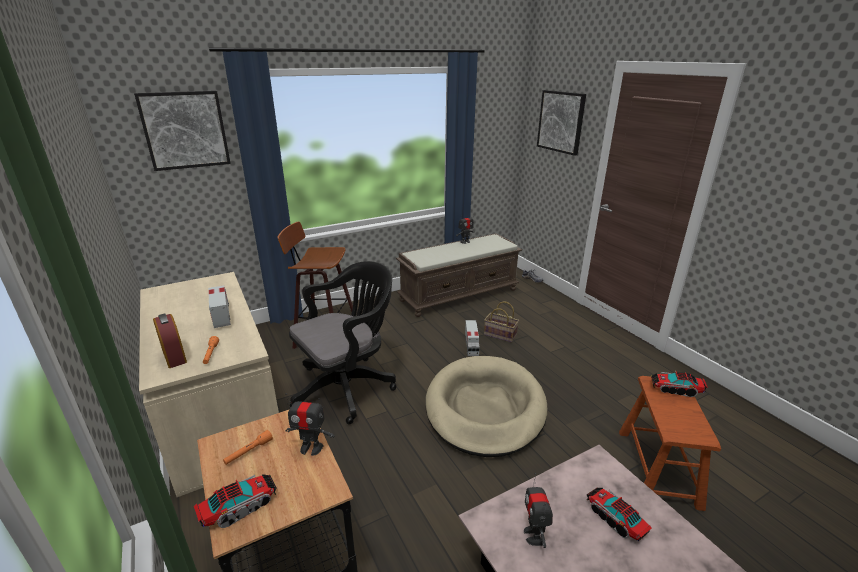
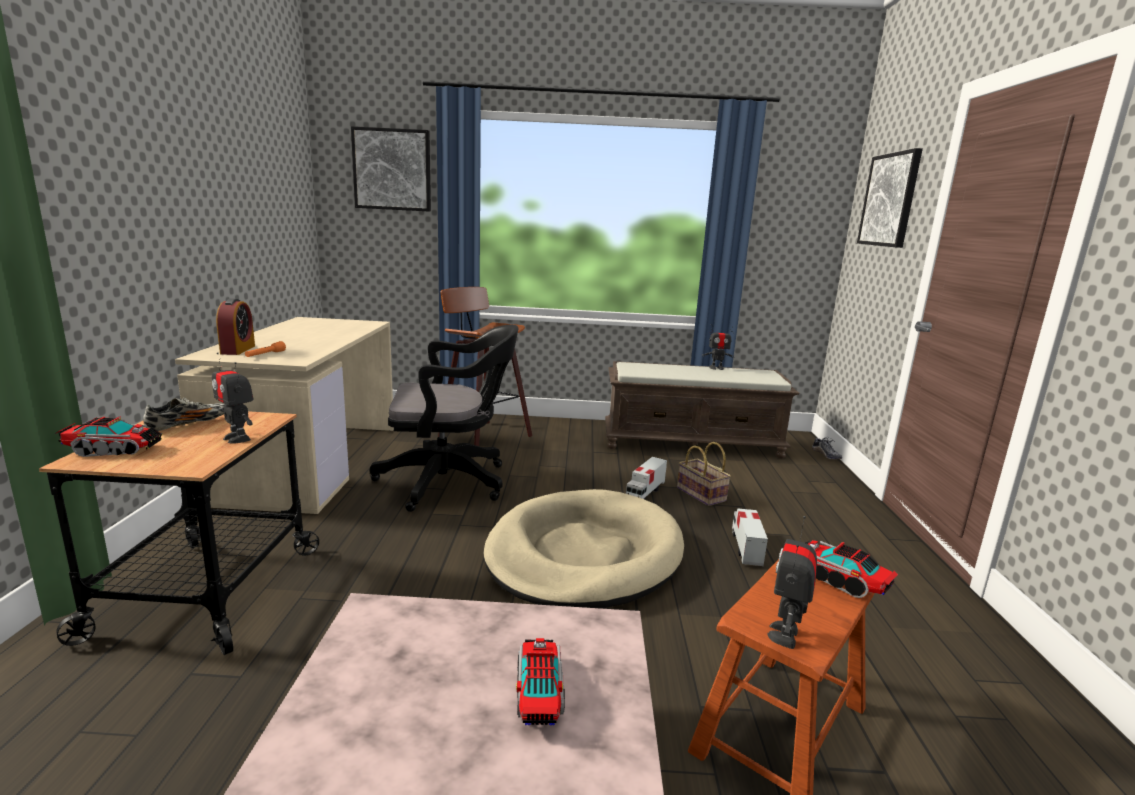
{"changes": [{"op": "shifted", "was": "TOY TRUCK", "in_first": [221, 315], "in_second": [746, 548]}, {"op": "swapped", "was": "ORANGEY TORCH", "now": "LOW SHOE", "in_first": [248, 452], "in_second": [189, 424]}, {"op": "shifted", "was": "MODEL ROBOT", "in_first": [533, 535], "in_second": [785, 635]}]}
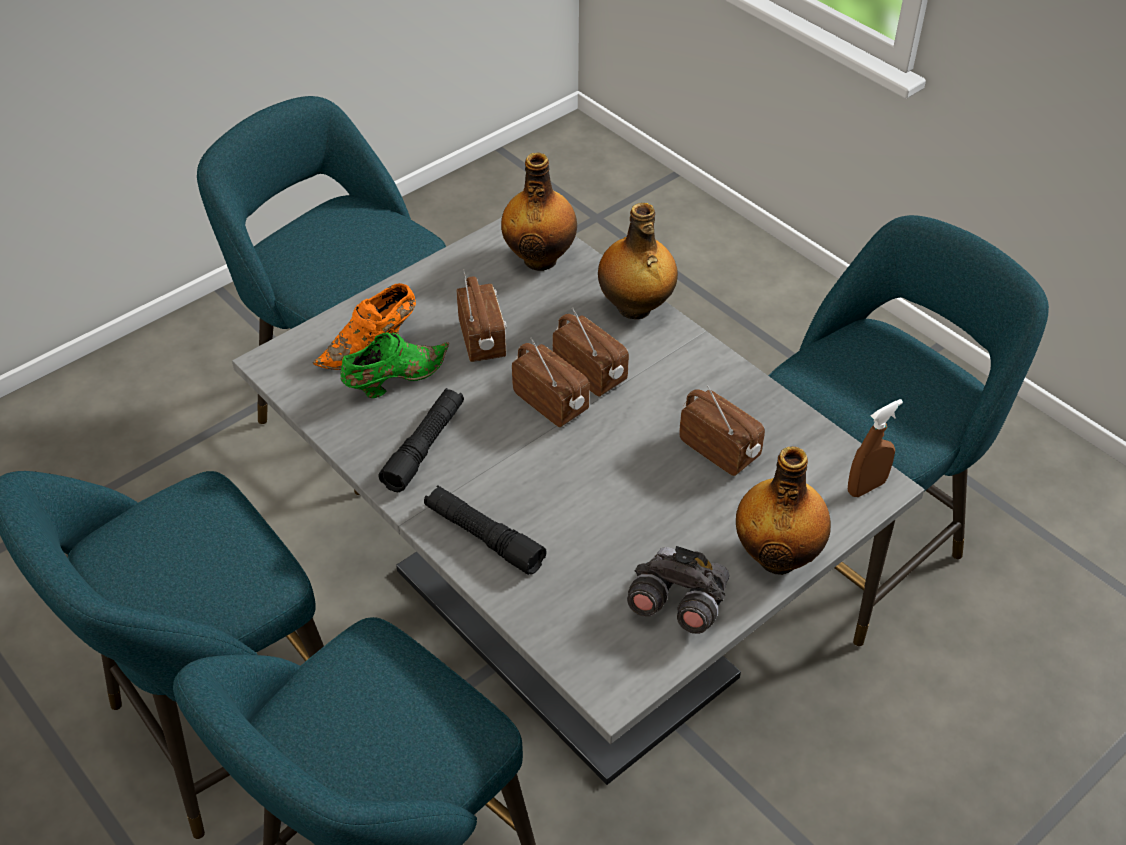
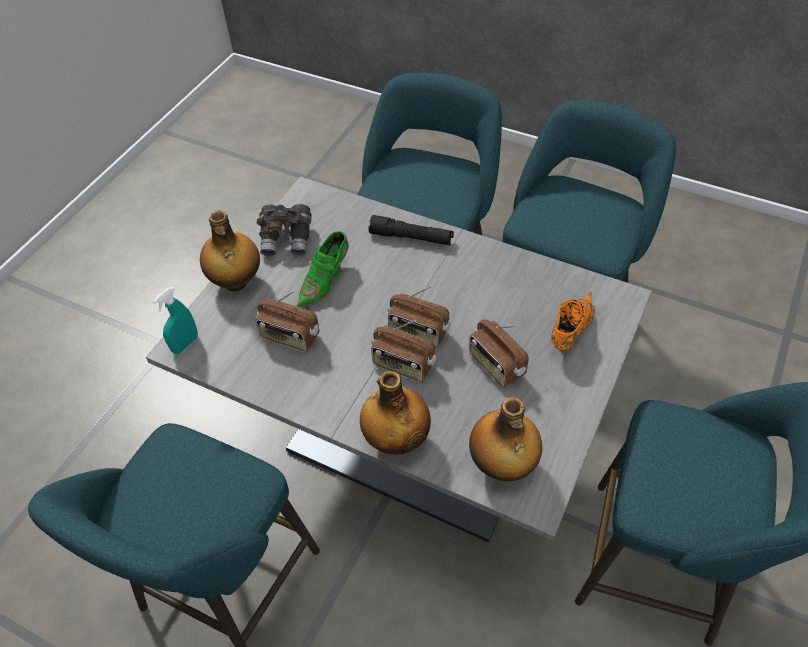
{"changes": [{"op": "shifted", "was": "GREEN LOW SHOE", "in_first": [394, 381], "in_second": [326, 281]}, {"op": "gone", "was": "BLACKISH TORCH", "in_first": [424, 447]}, {"op": "repainted", "was": "BROWNISH SPRAYER", "now": "TURQUOISE SPRAYER", "in_first": [866, 487], "in_second": [185, 344]}]}
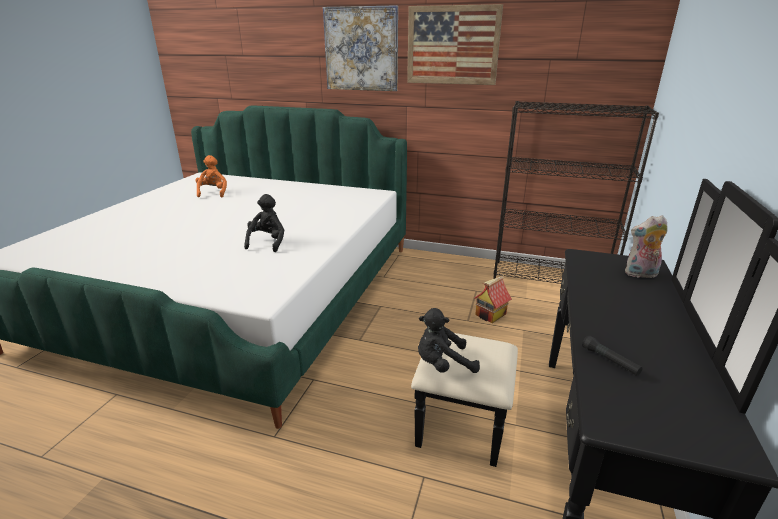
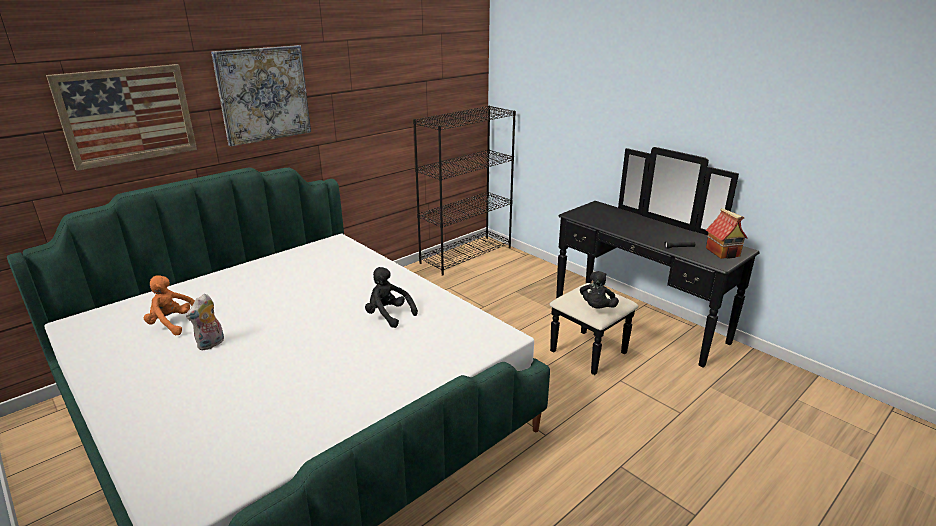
{"changes": [{"op": "shifted", "was": "WALL ART", "in_first": [452, 45], "in_second": [127, 115]}, {"op": "shifted", "was": "CUDDLY TOY", "in_first": [640, 274], "in_second": [211, 344]}, {"op": "shifted", "was": "MINIATURE HOUSE", "in_first": [490, 315], "in_second": [723, 252]}]}
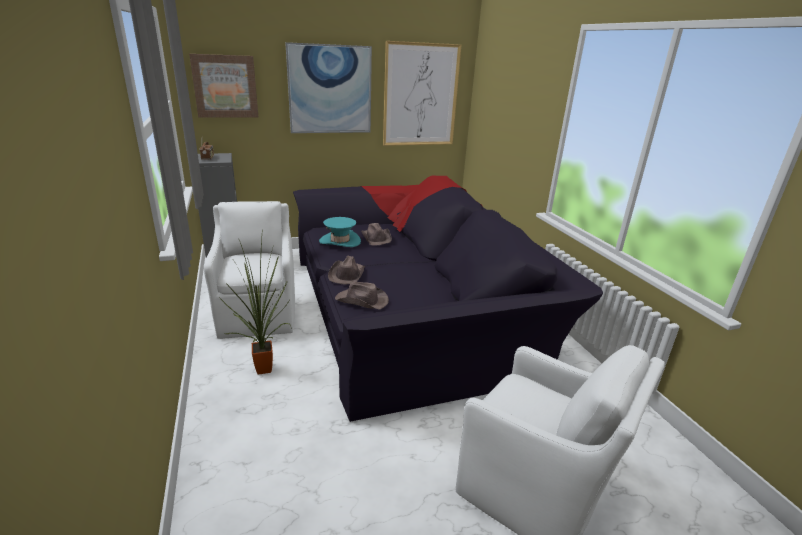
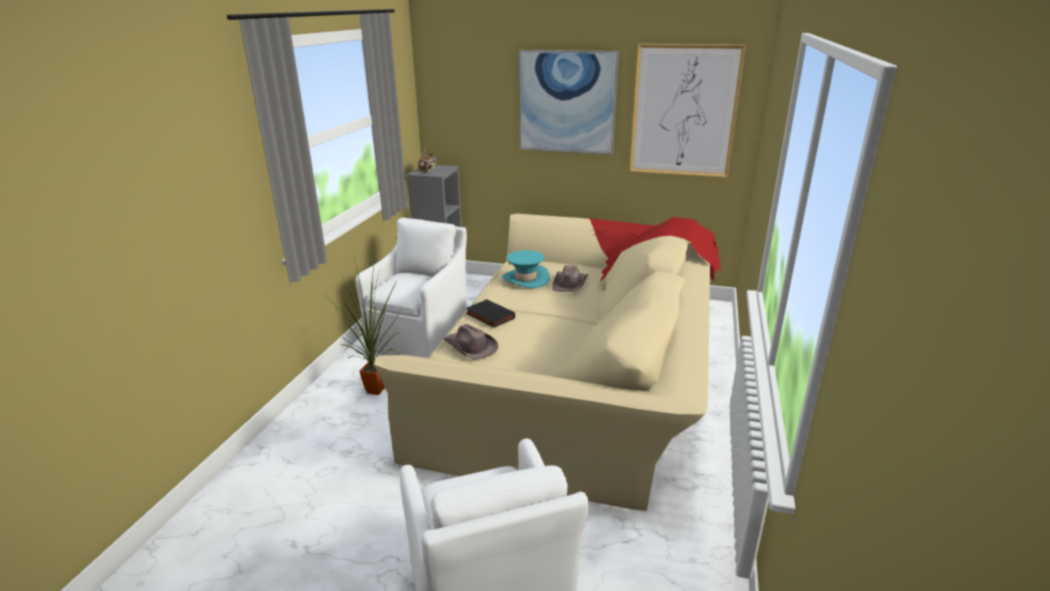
{"changes": [{"op": "gone", "was": "WALL ART", "in_first": [225, 86]}, {"op": "repainted", "was": "BLACKISH COUCH", "now": "SAND-COLOURED COUCH", "in_first": [412, 304], "in_second": [579, 371]}, {"op": "swapped", "was": "BROWNISH HAT", "now": "BLACKISH BOUND BOOK", "in_first": [347, 274], "in_second": [489, 316]}]}
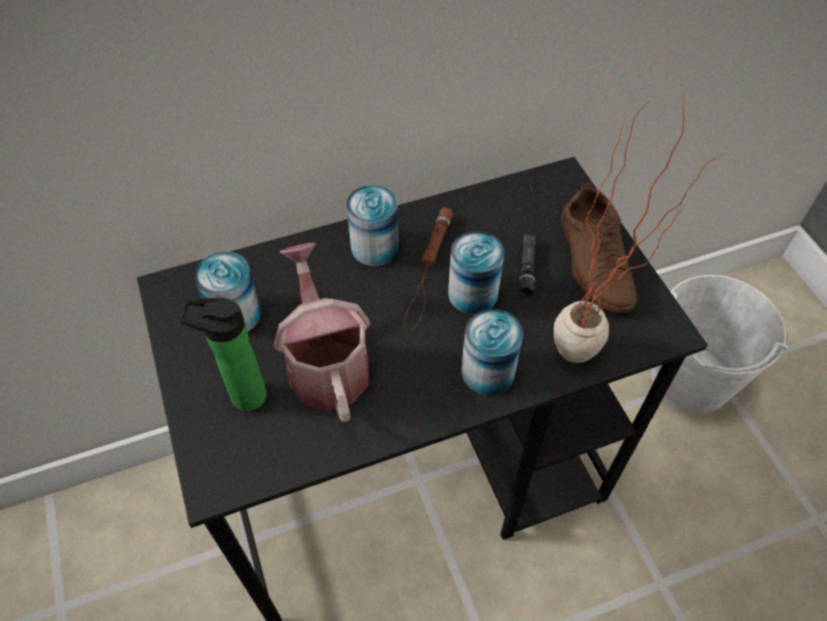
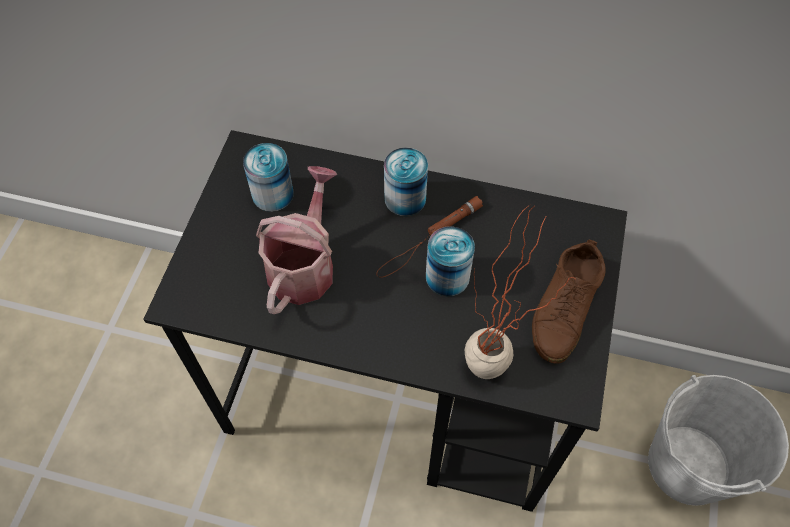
{"changes": [{"op": "gone", "was": "BLACKISH TORCH", "in_first": [526, 238]}, {"op": "gone", "was": "DRINK BOTTLE", "in_first": [243, 396]}, {"op": "gone", "was": "SEALED CAN", "in_first": [487, 372]}]}
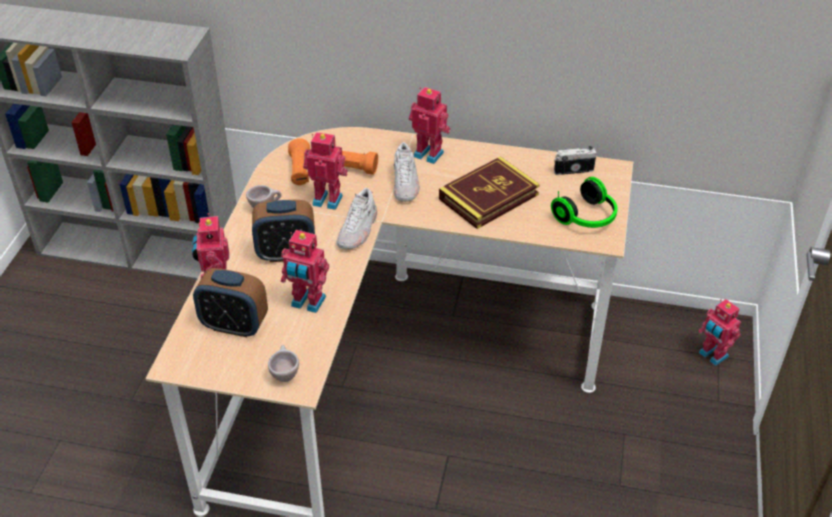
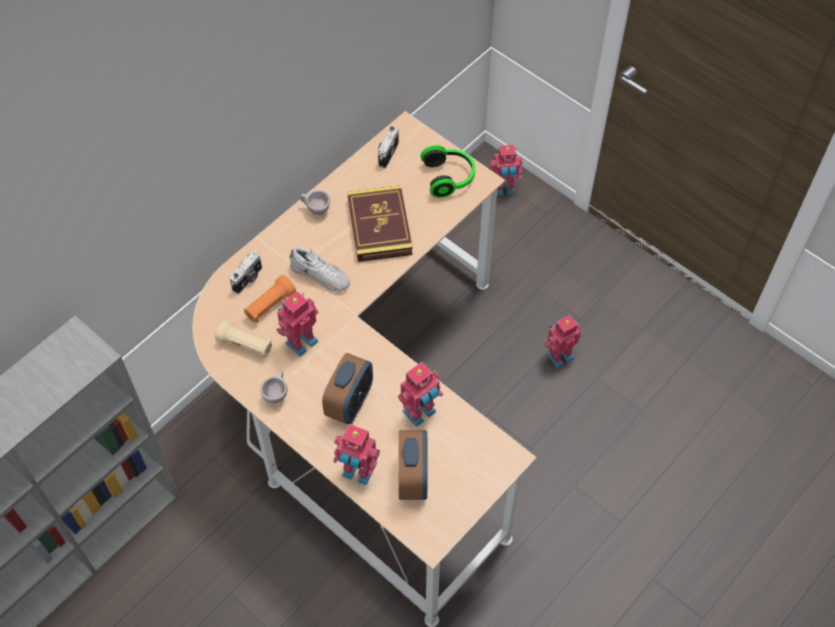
{"changes": [{"op": "shifted", "was": "MODEL ROBOT", "in_first": [429, 153], "in_second": [559, 355]}, {"op": "repainted", "was": "ORANGEY TORCH", "now": "SAND-COLOURED TORCH", "in_first": [300, 171], "in_second": [245, 345]}, {"op": "gone", "was": "WHITE-COLOURED LOW SHOE", "in_first": [358, 230]}, {"op": "rotated", "was": "ALARM CLOCK", "in_first": [234, 325], "in_second": [413, 478], "clockwise": -45}, {"op": "shifted", "was": "SAND-COLOURED SMALL CUP", "in_first": [284, 374], "in_second": [315, 210]}, {"op": "new", "now": "PHOTO CAMERA", "in_second": [248, 279]}]}
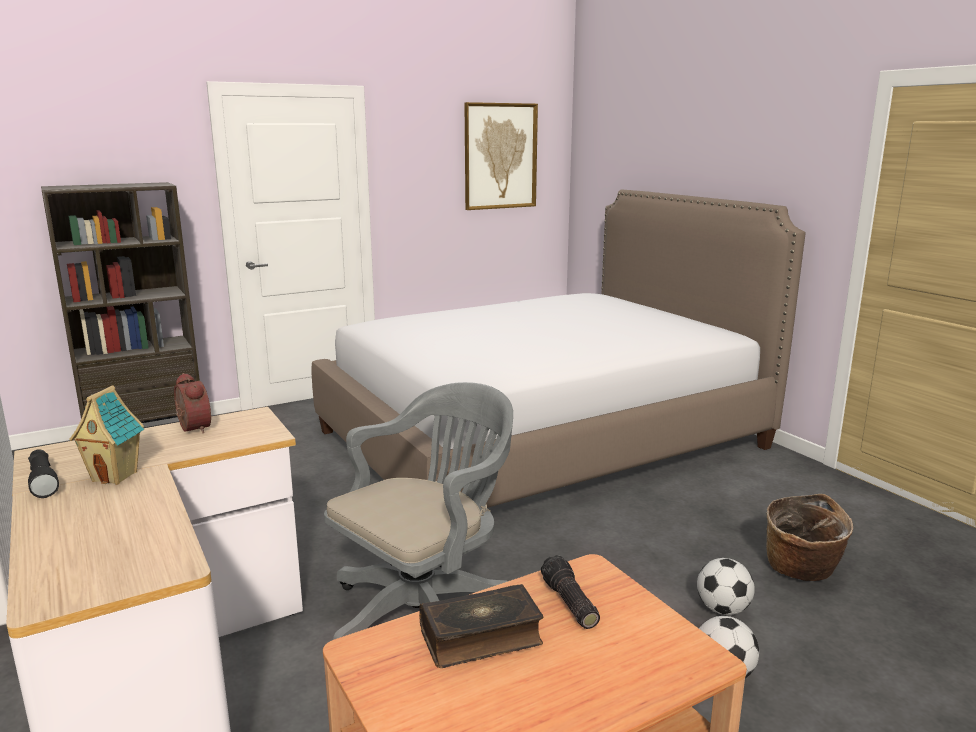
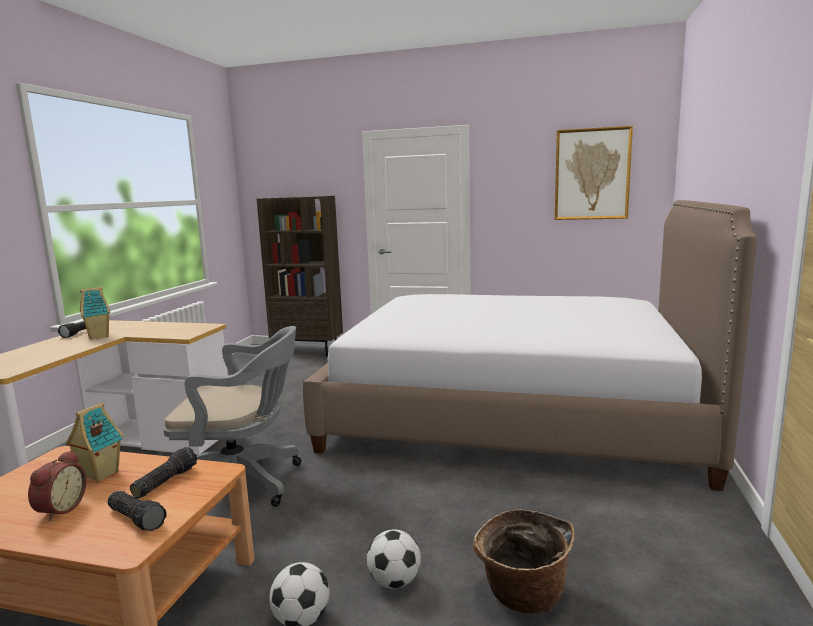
{"changes": [{"op": "shifted", "was": "ALARM CLOCK", "in_first": [191, 428], "in_second": [59, 509]}, {"op": "swapped", "was": "BOUND BOOK", "now": "MINIATURE HOUSE", "in_first": [481, 637], "in_second": [99, 474]}, {"op": "new", "now": "TORCH", "in_second": [138, 518]}]}
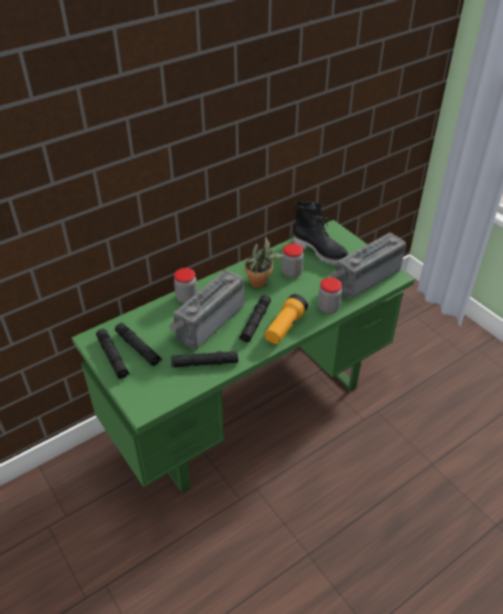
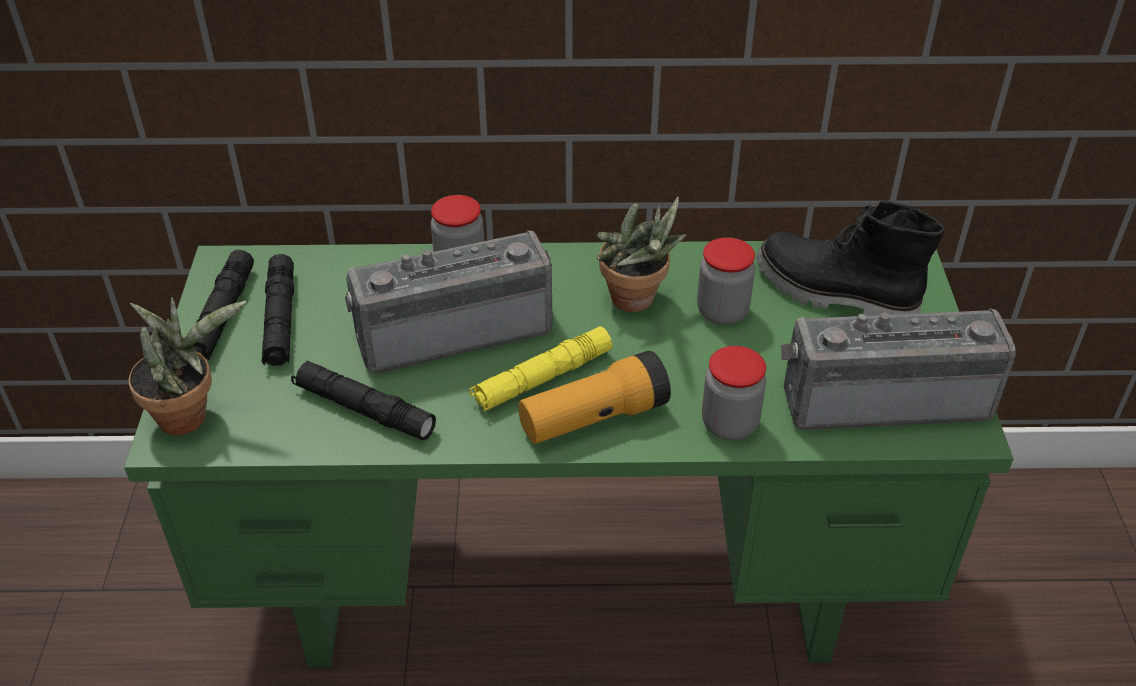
{"changes": [{"op": "rotated", "was": "BLACKISH HIGH-TOP BOOT", "in_first": [320, 251], "in_second": [833, 295], "clockwise": 135}, {"op": "repainted", "was": "BLACKISH TORCH", "now": "YELLOW-COLOURED TORCH", "in_first": [255, 322], "in_second": [542, 378]}, {"op": "new", "now": "HOUSEPLANT", "in_second": [190, 414]}]}
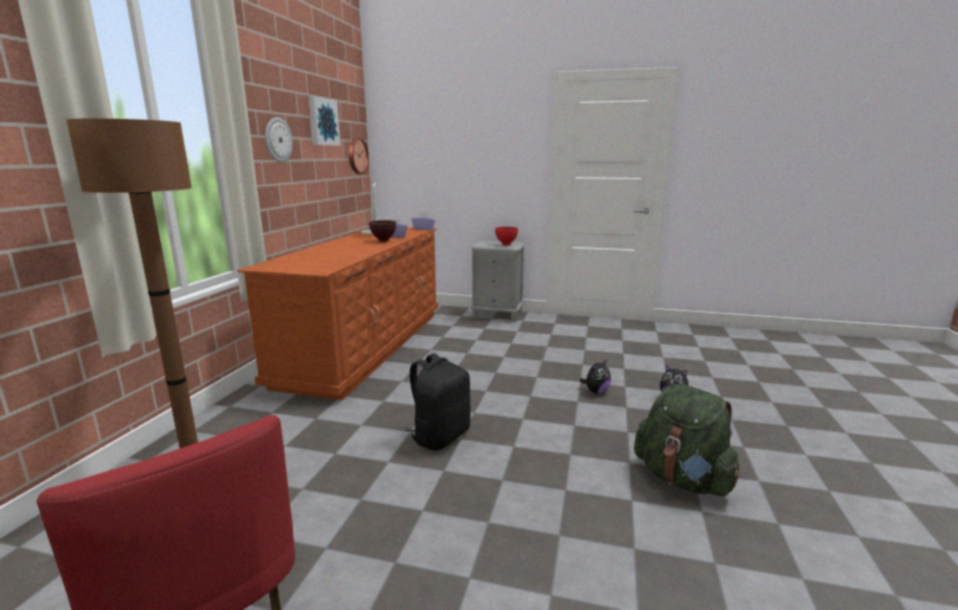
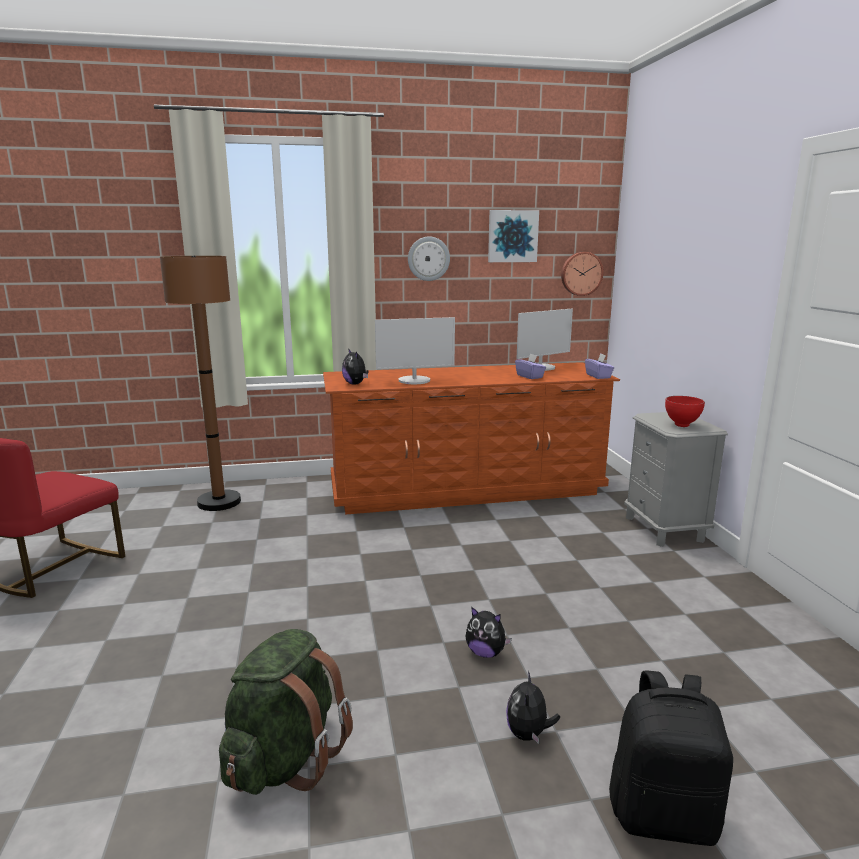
{"changes": [{"op": "gone", "was": "BROWNISH SERVING BOWL", "in_first": [384, 241]}, {"op": "shifted", "was": "BLACKISH BACKPACK", "in_first": [440, 436], "in_second": [663, 814]}, {"op": "new", "now": "COMPUTER SCREEN", "in_second": [414, 380]}, {"op": "new", "now": "CUDDLY TOY", "in_second": [356, 384]}]}
